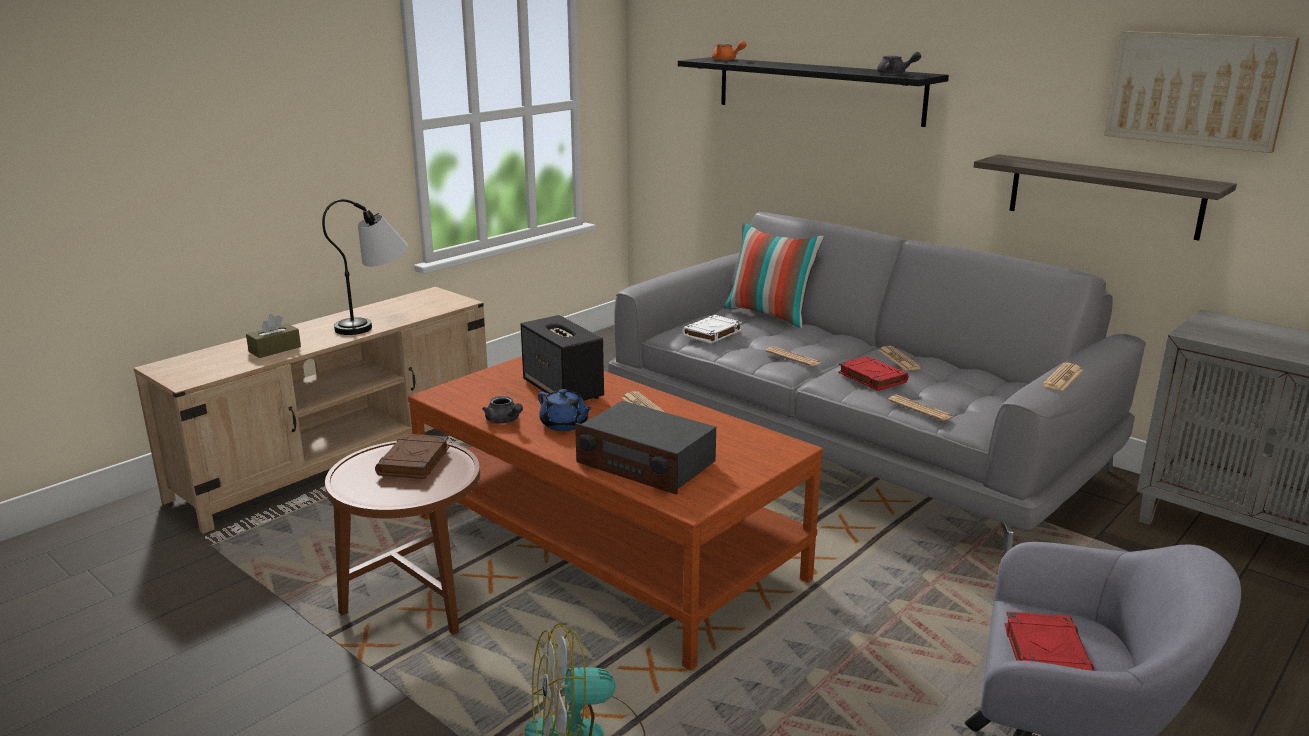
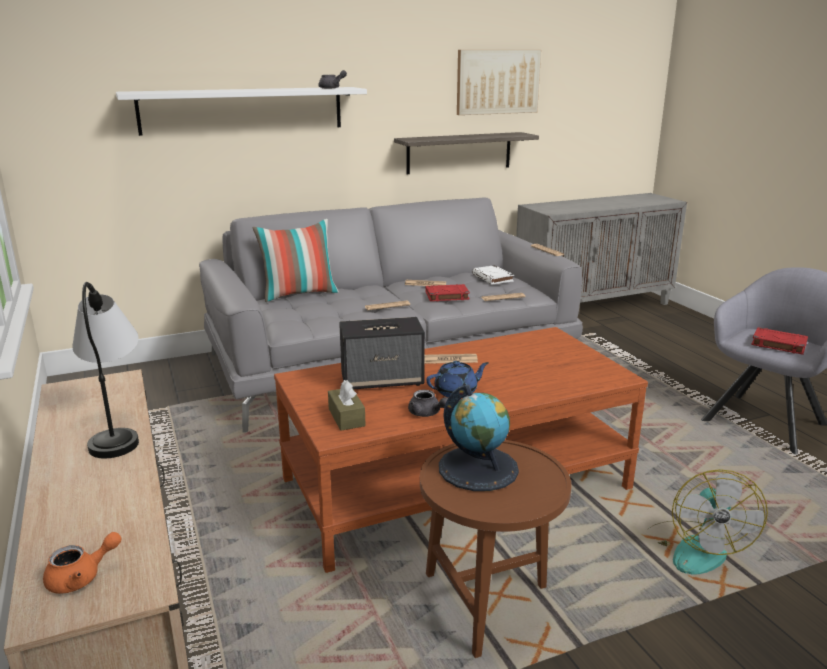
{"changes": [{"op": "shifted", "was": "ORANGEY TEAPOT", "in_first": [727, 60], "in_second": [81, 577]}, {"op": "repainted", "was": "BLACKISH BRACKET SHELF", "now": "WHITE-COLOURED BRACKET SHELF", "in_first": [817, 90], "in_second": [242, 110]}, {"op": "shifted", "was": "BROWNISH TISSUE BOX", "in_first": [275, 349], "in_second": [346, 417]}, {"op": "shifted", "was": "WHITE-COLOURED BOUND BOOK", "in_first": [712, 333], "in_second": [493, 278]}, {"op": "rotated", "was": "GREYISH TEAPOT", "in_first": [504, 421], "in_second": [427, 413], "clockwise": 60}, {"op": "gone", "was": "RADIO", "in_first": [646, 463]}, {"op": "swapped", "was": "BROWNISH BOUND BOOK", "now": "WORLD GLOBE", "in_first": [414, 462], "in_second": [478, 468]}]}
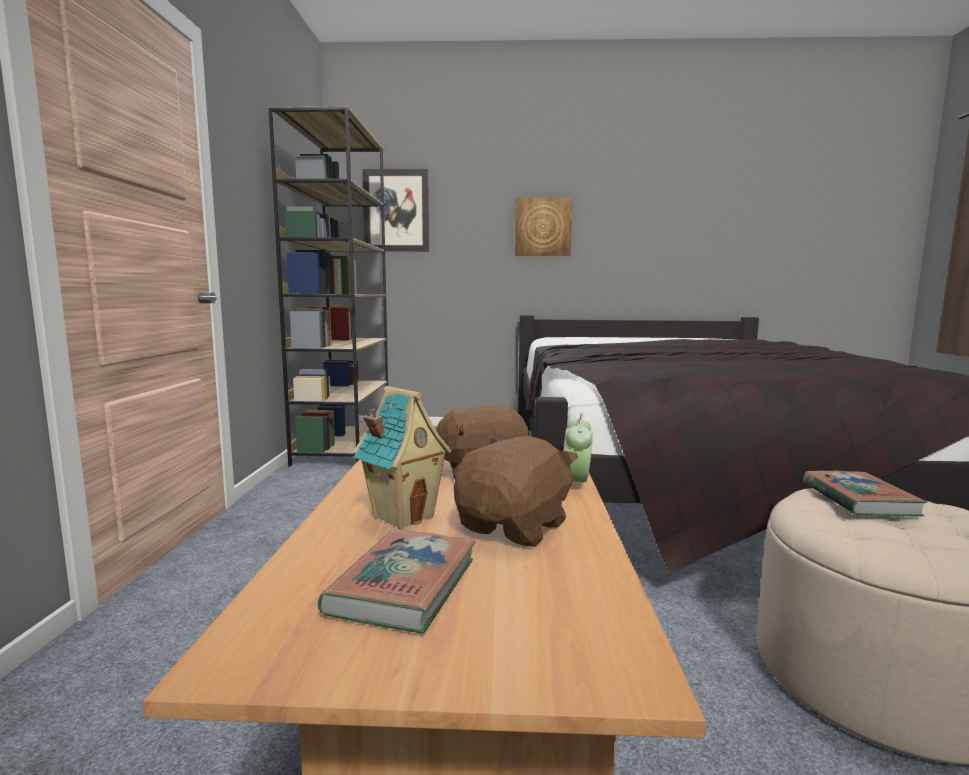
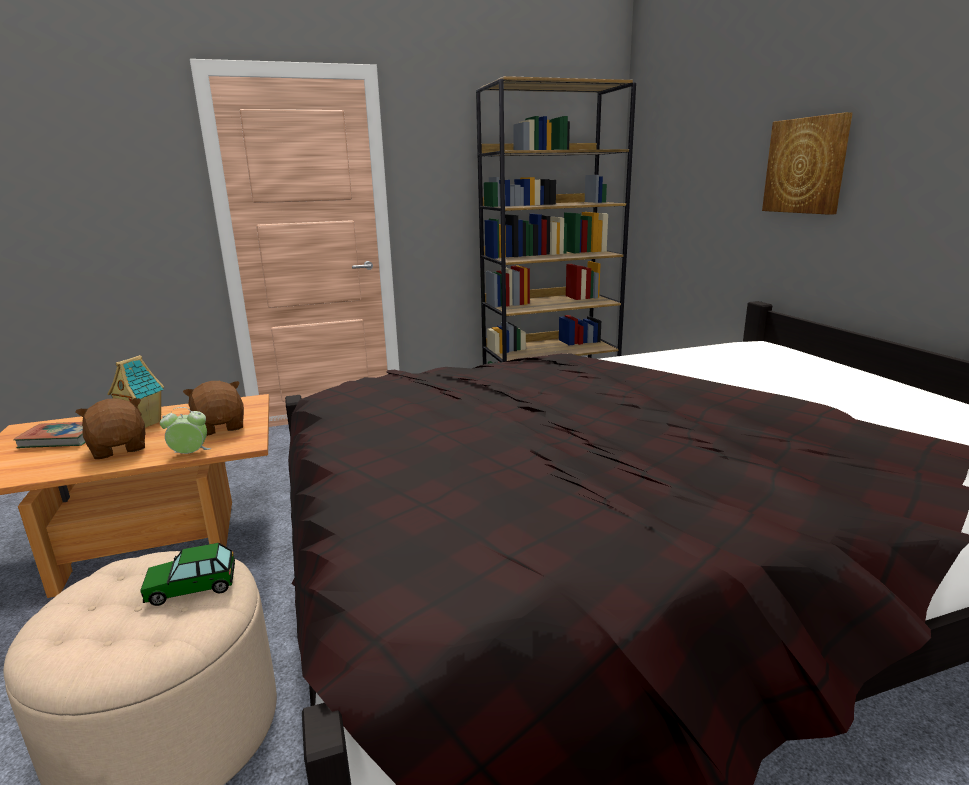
{"changes": [{"op": "gone", "was": "WALL ART", "in_first": [396, 211]}, {"op": "rotated", "was": "BROWNISH CUDDLY TOY", "in_first": [515, 527], "in_second": [120, 448], "clockwise": -135}, {"op": "swapped", "was": "BOUND BOOK", "now": "MINIATURE CAR", "in_first": [858, 499], "in_second": [192, 586]}]}
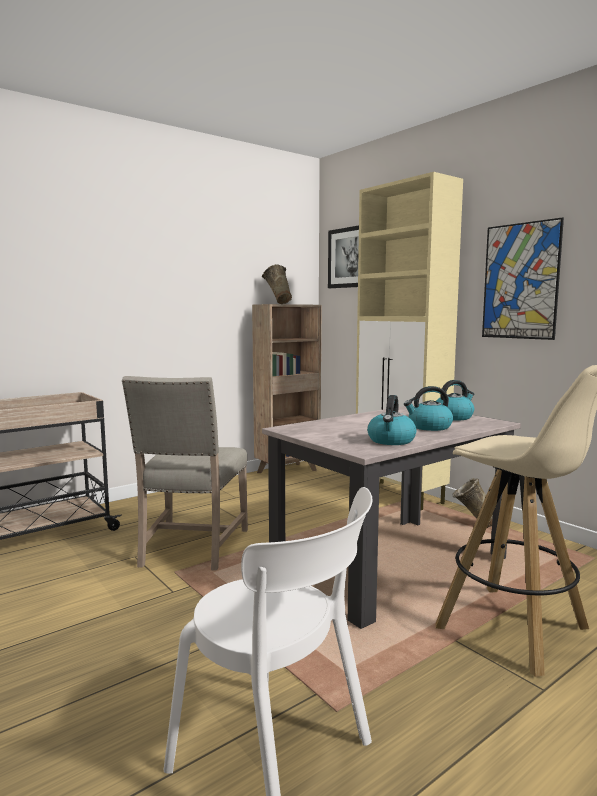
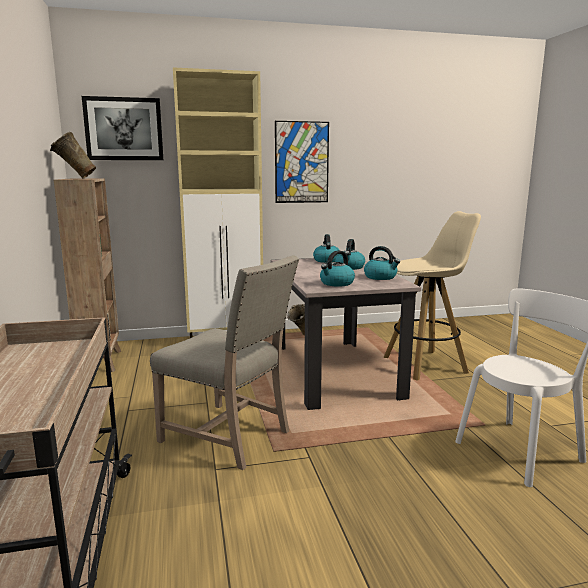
{"changes": [{"op": "new", "now": "WATER KETTLE", "in_second": [336, 283]}]}
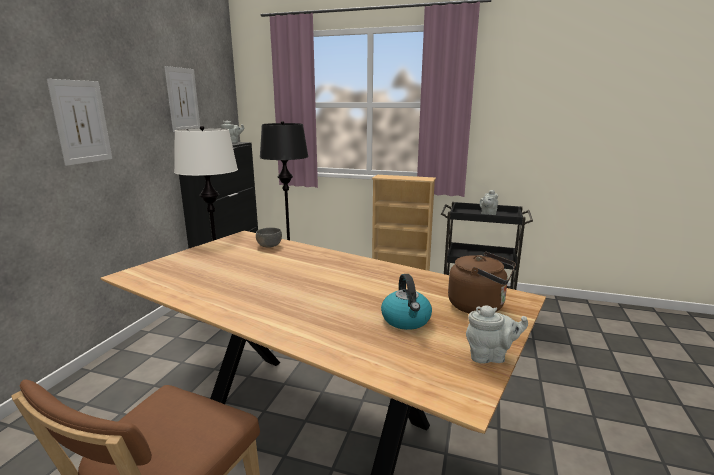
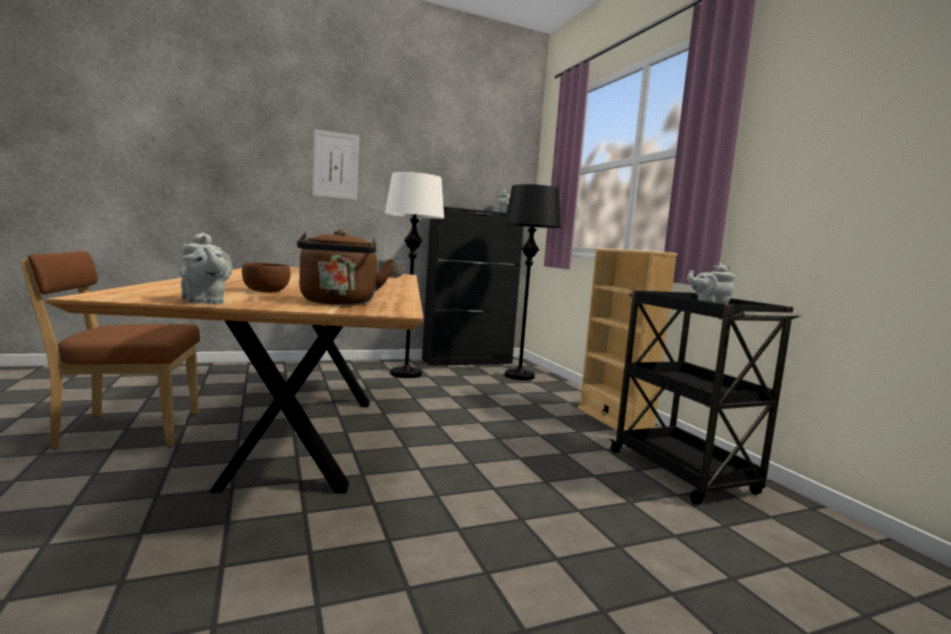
{"changes": [{"op": "gone", "was": "WALL ART", "in_first": [183, 99]}, {"op": "swapped", "was": "WATER KETTLE", "now": "BROWNISH SERVING BOWL", "in_first": [406, 320], "in_second": [266, 291]}]}
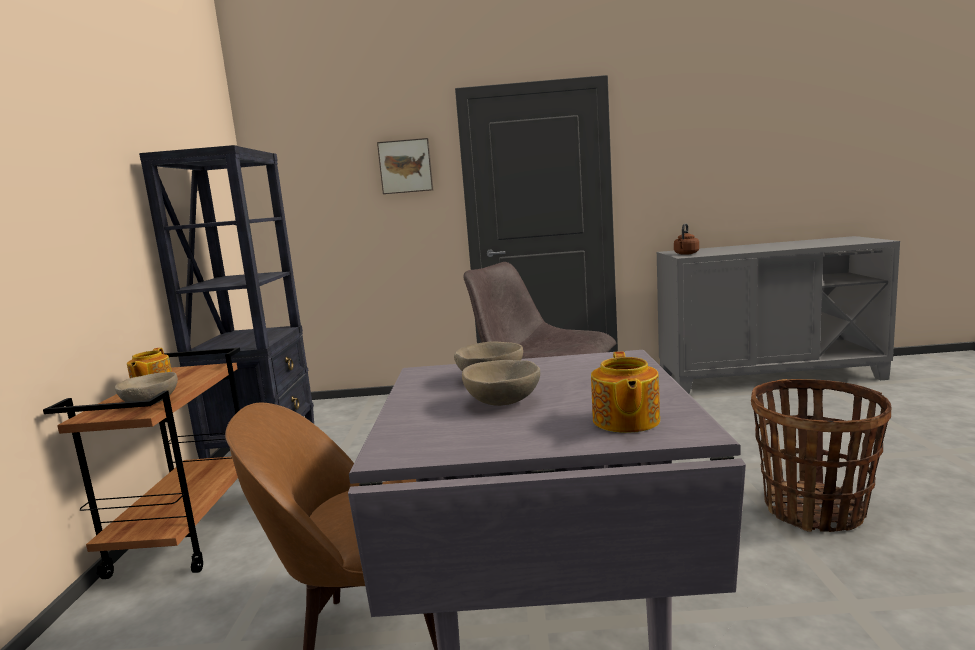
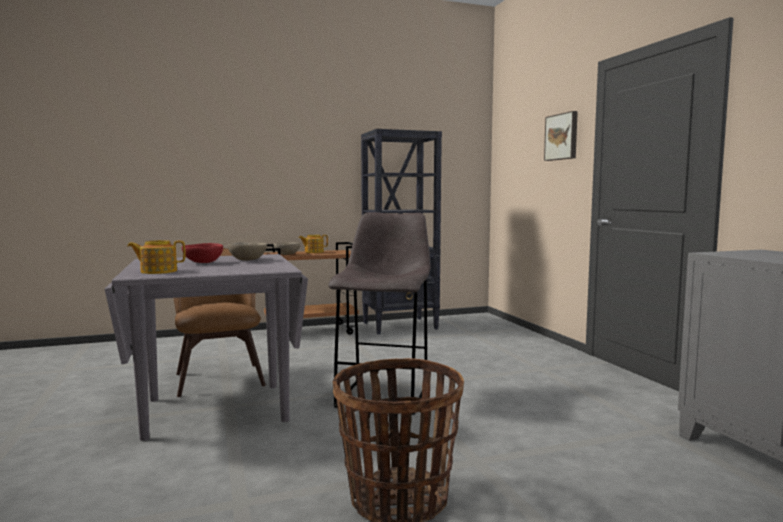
{"changes": [{"op": "gone", "was": "BROWNISH WATER KETTLE", "in_first": [686, 254]}, {"op": "repainted", "was": "SAND-COLOURED SERVING BOWL", "now": "RED SERVING BOWL", "in_first": [503, 402], "in_second": [202, 262]}]}
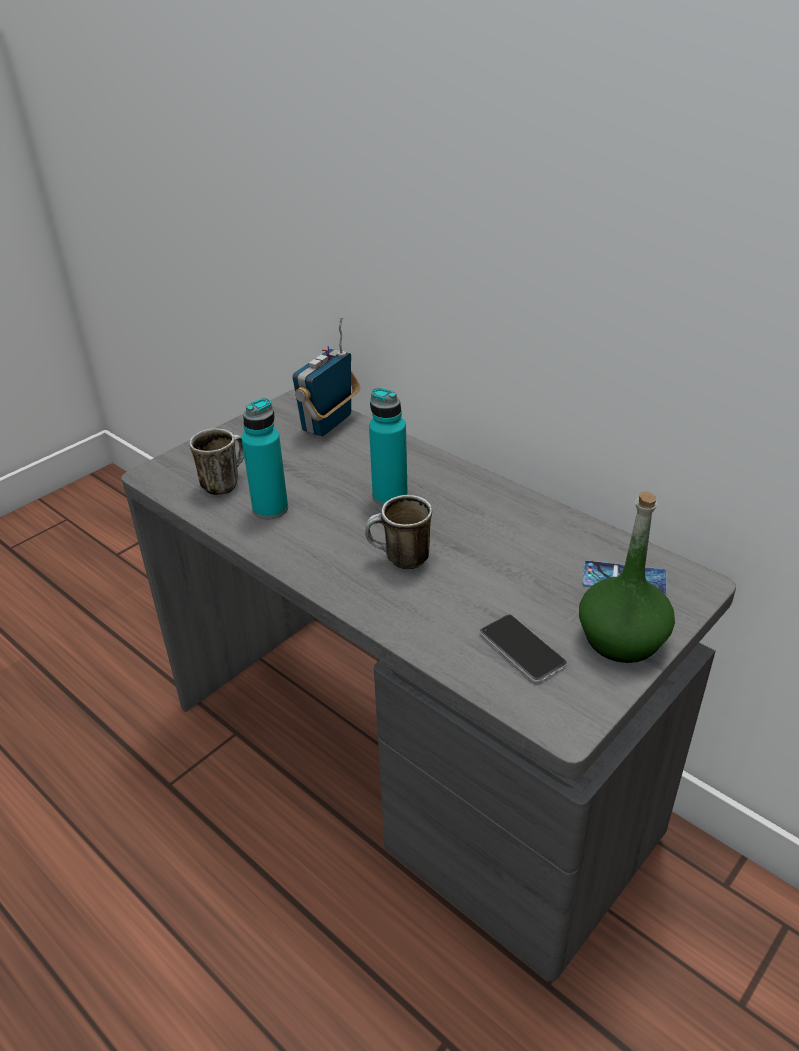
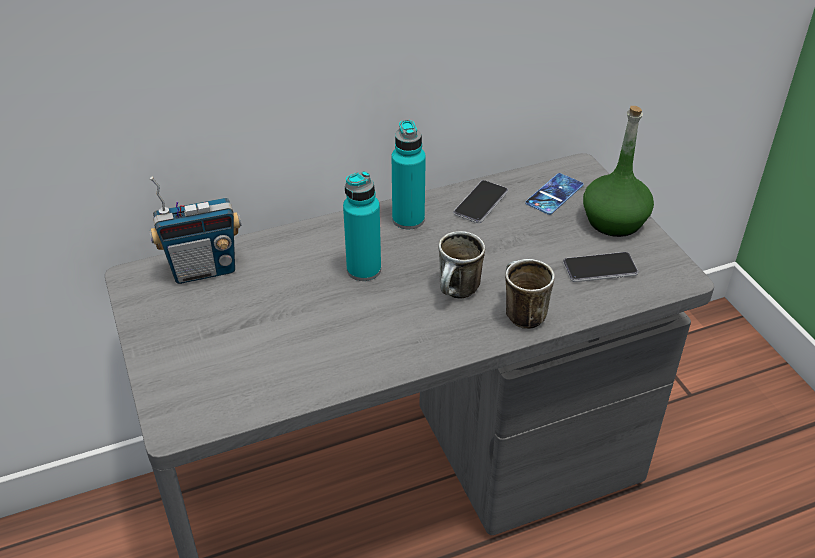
{"changes": [{"op": "rotated", "was": "RADIO", "in_first": [328, 424], "in_second": [203, 269], "clockwise": -75}, {"op": "shifted", "was": "TURQUOISE DRINK BOTTLE", "in_first": [270, 509], "in_second": [408, 219]}, {"op": "shifted", "was": "COFFEE MUG", "in_first": [224, 482], "in_second": [519, 313]}, {"op": "new", "now": "HANDSET", "in_second": [480, 203]}]}
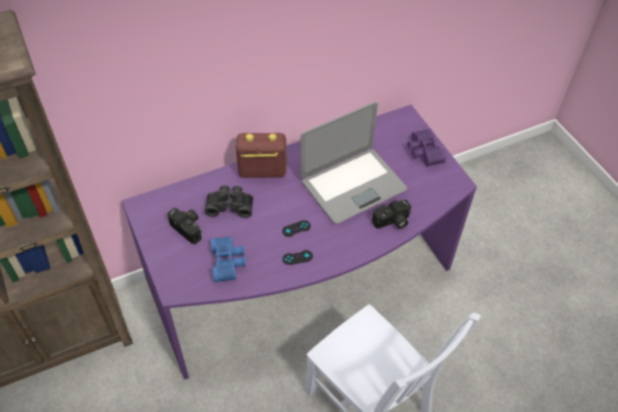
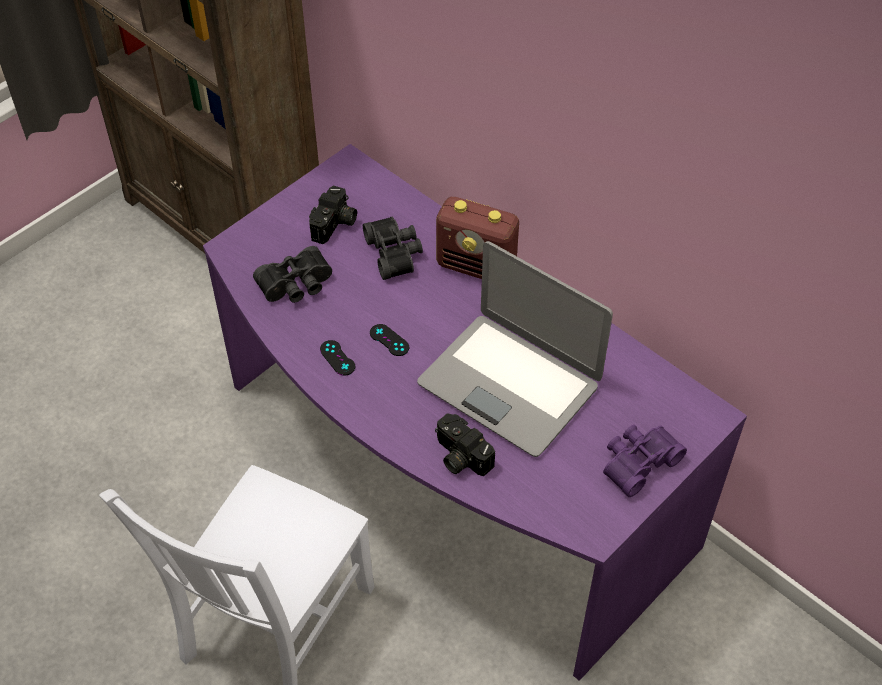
{"changes": [{"op": "rotated", "was": "RADIO", "in_first": [262, 171], "in_second": [477, 266], "clockwise": 135}, {"op": "repainted", "was": "BLUE-COLOURED PAIR OF BINOCULARS", "now": "BLACKISH PAIR OF BINOCULARS", "in_first": [229, 262], "in_second": [297, 286]}]}
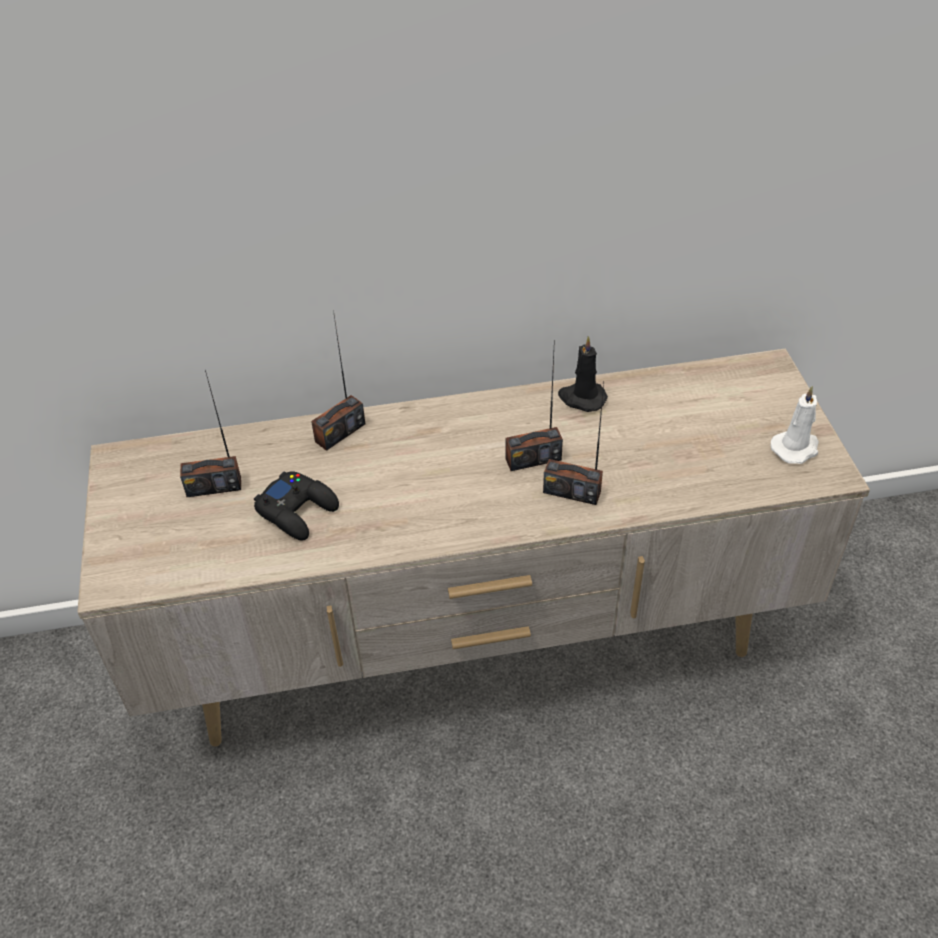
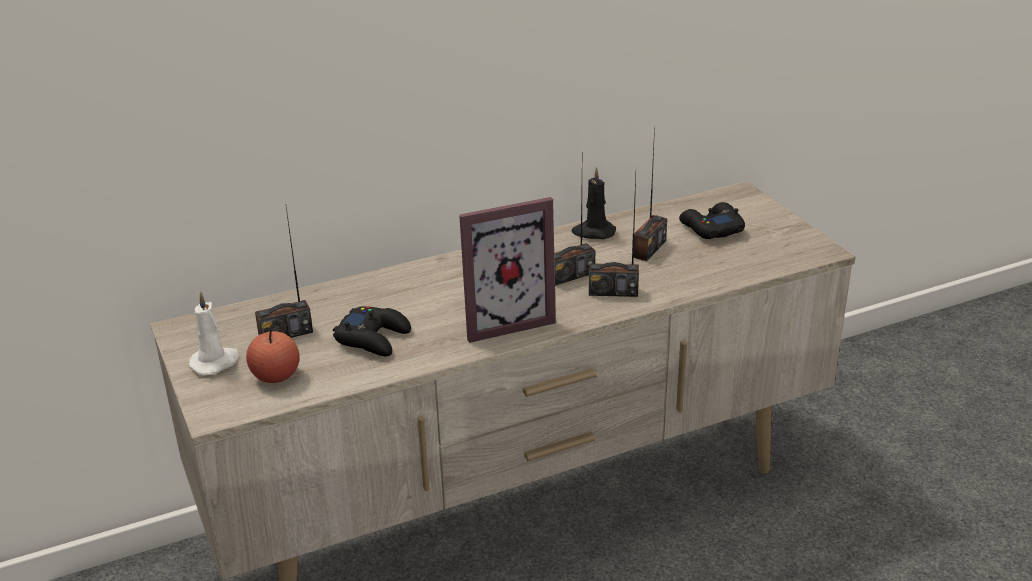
{"changes": [{"op": "shifted", "was": "RADIO", "in_first": [340, 432], "in_second": [648, 249]}, {"op": "shifted", "was": "WHITE-COLOURED CANDLE", "in_first": [796, 448], "in_second": [216, 362]}, {"op": "new", "now": "STANDING FRAME", "in_second": [503, 319]}, {"op": "new", "now": "BLACKISH GAME CONTROLLER", "in_second": [711, 228]}, {"op": "new", "now": "WHOLE APPLE", "in_second": [275, 376]}]}
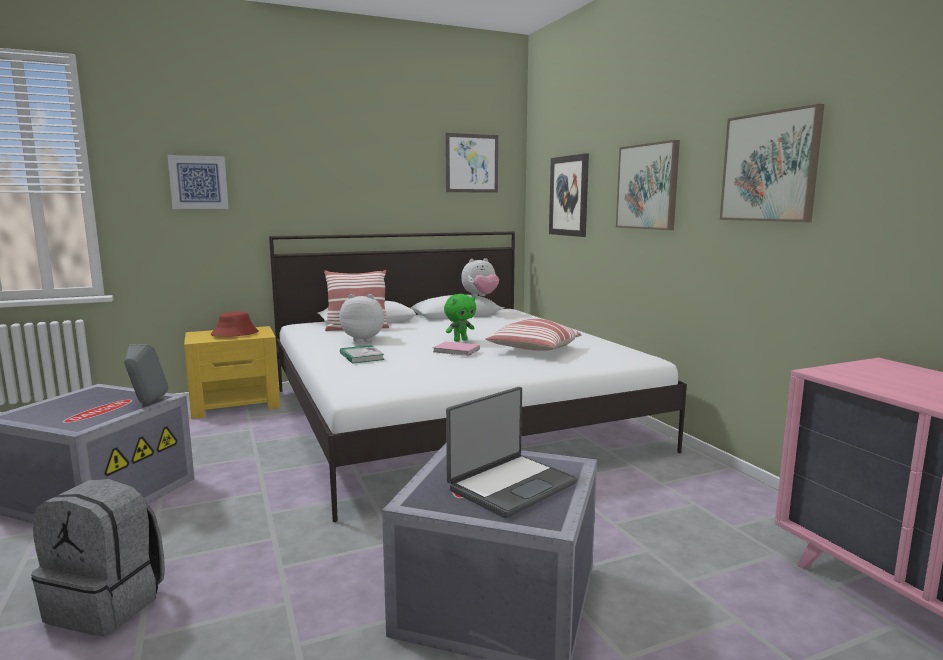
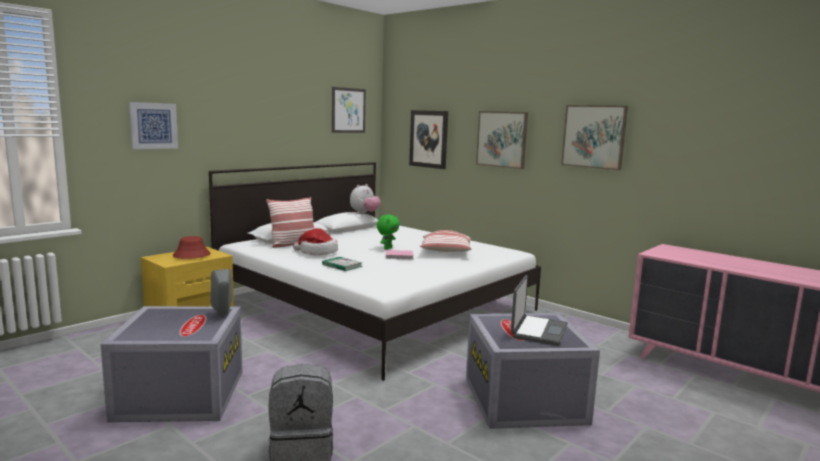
{"changes": [{"op": "swapped", "was": "CUDDLY TOY", "now": "HAT", "in_first": [364, 339], "in_second": [317, 252]}]}
